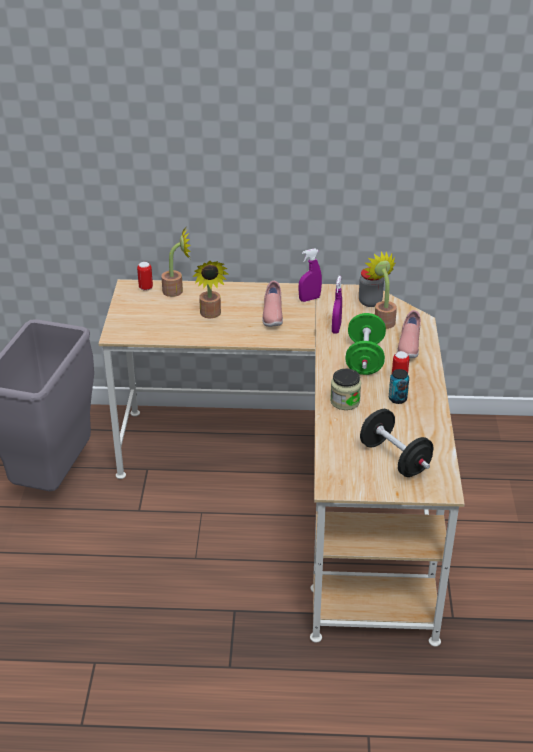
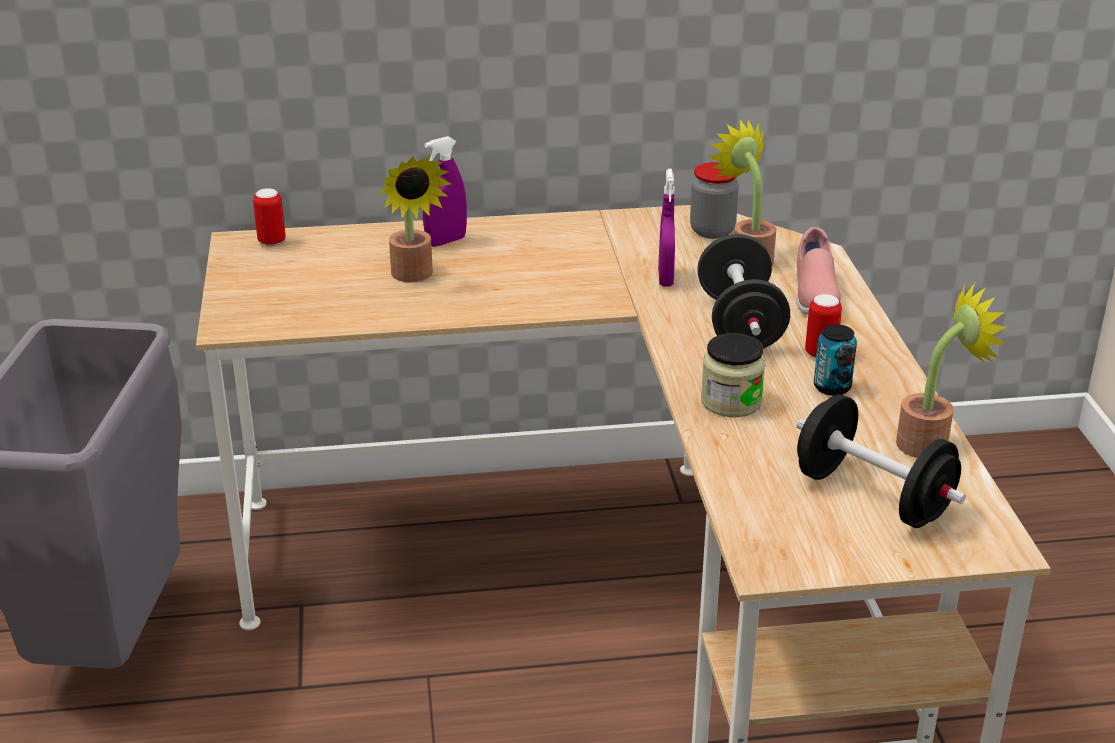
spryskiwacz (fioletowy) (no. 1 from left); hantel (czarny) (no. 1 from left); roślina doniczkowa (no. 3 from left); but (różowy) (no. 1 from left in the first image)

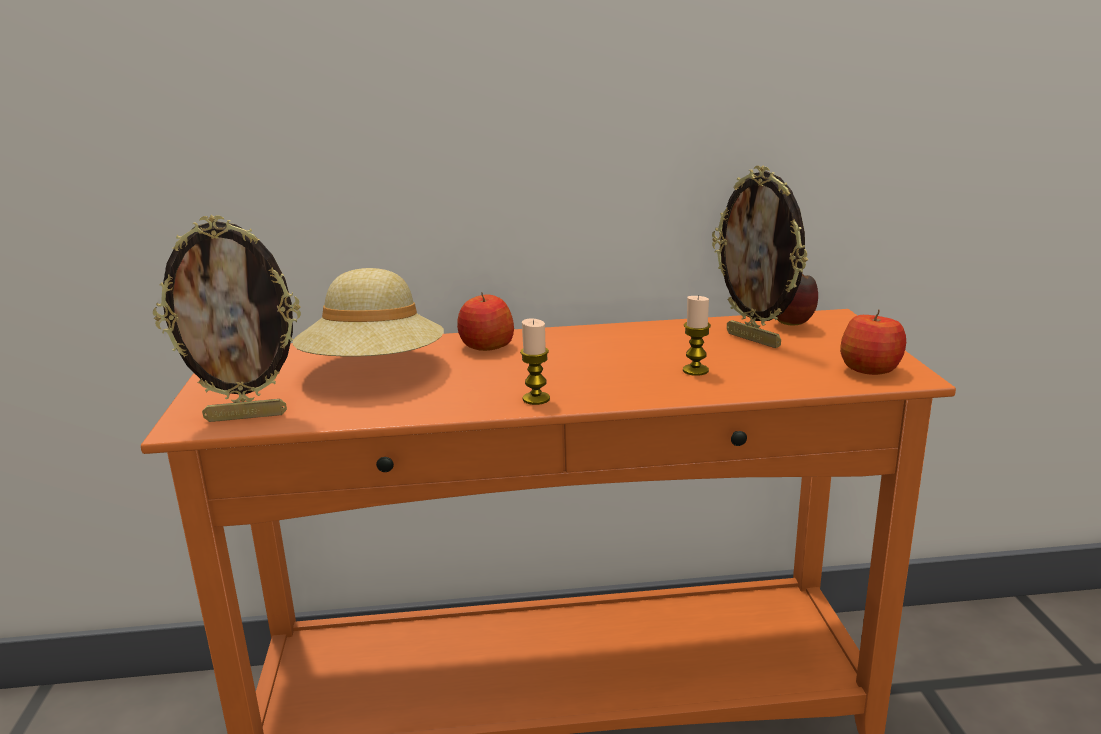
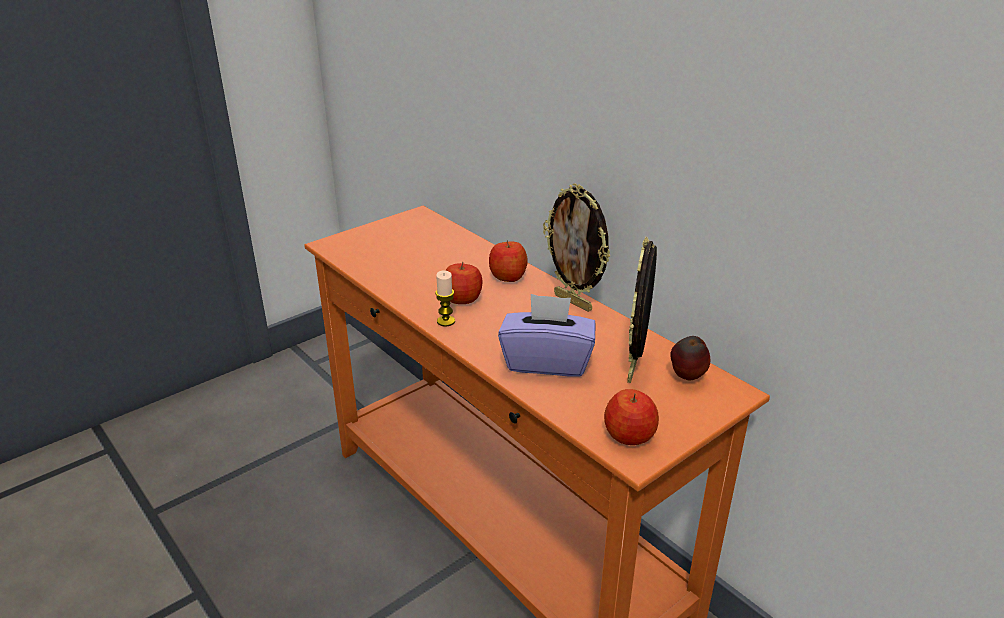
jabłko (no. 1 from left); pudełko chusteczek (fioletowy); ramka na zdjęcie (no. 1 from left); kapelusz (beżowy)

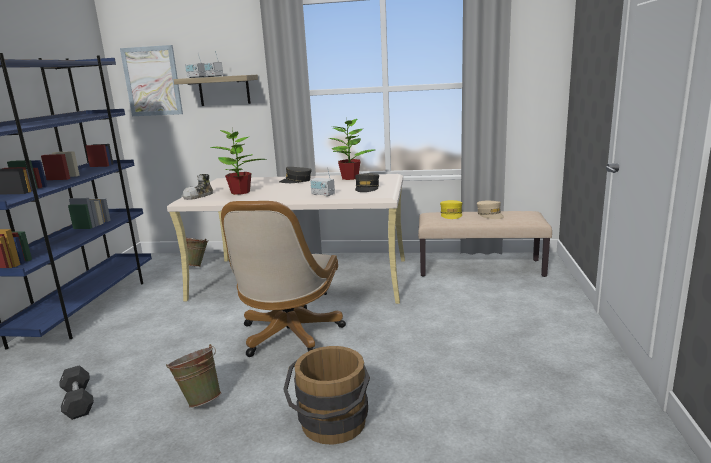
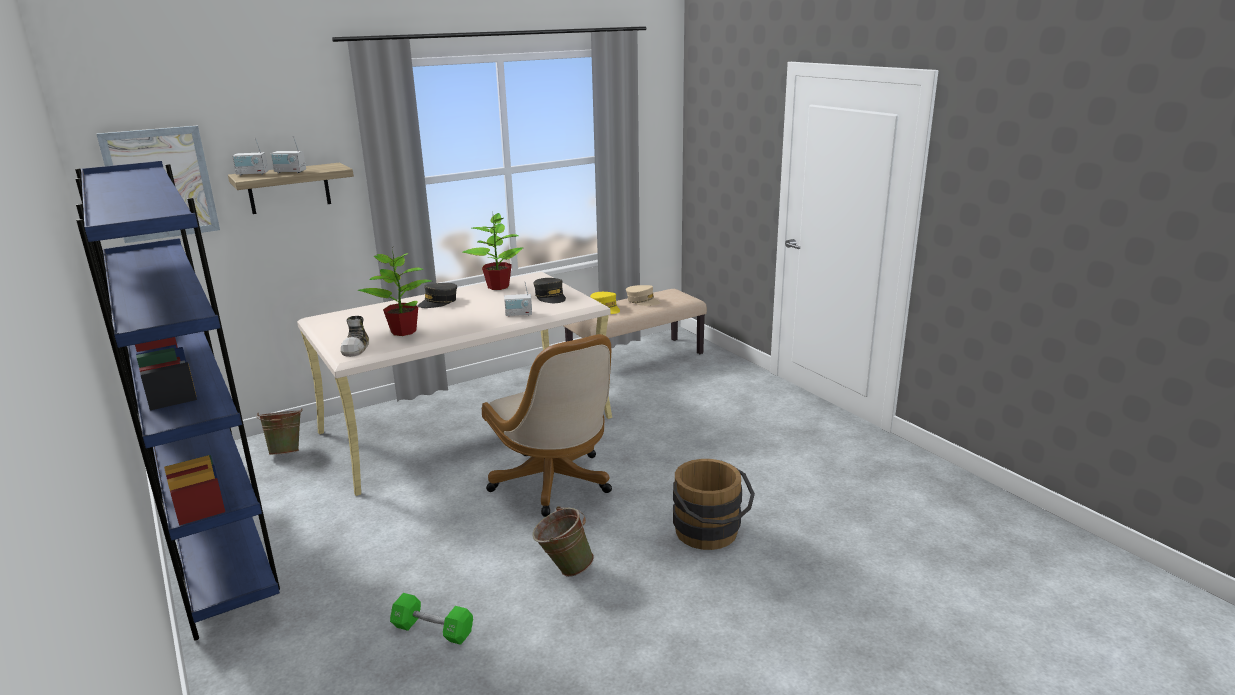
hantel (zielony)

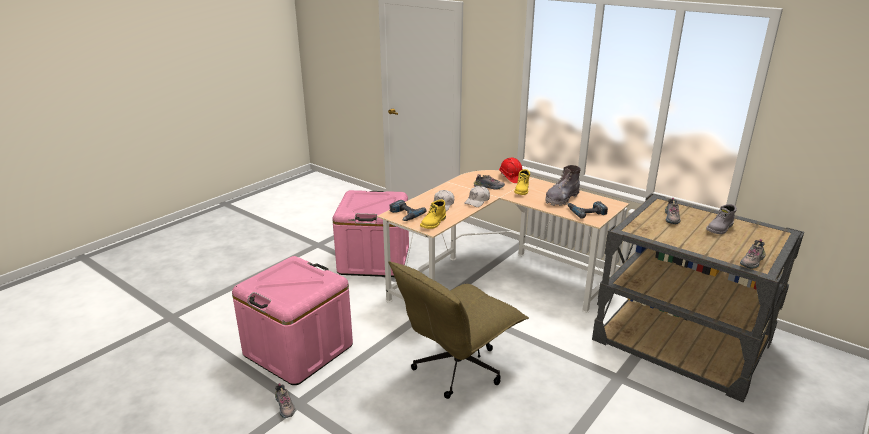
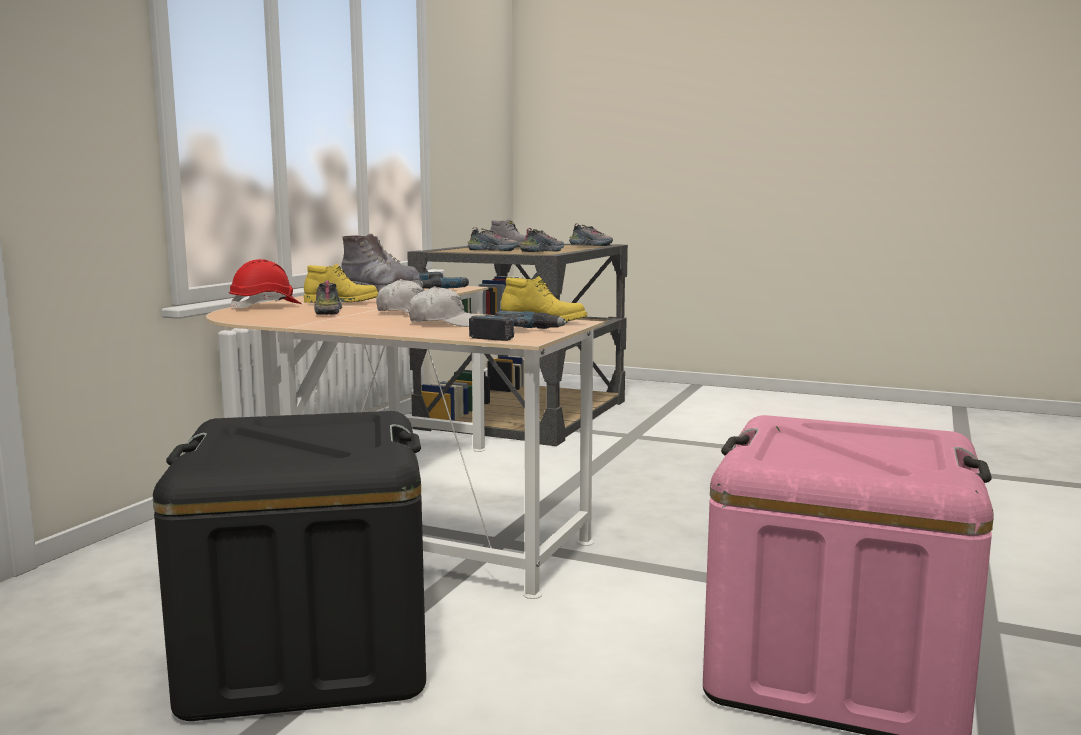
pojemnik do przechowywania (czarny); but (no. 3 from left); krzesło biurowe (beżowy)

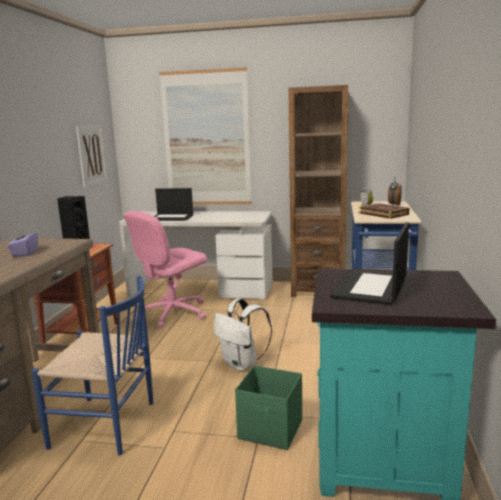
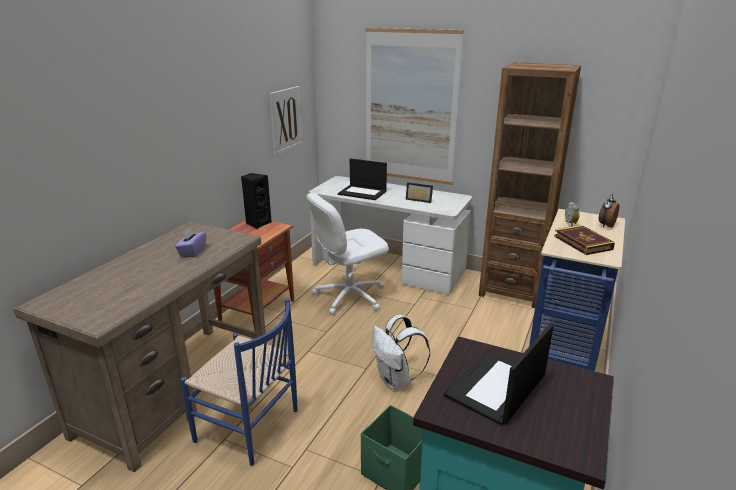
krzesło biurowe (biały); ramka na zdjęcie

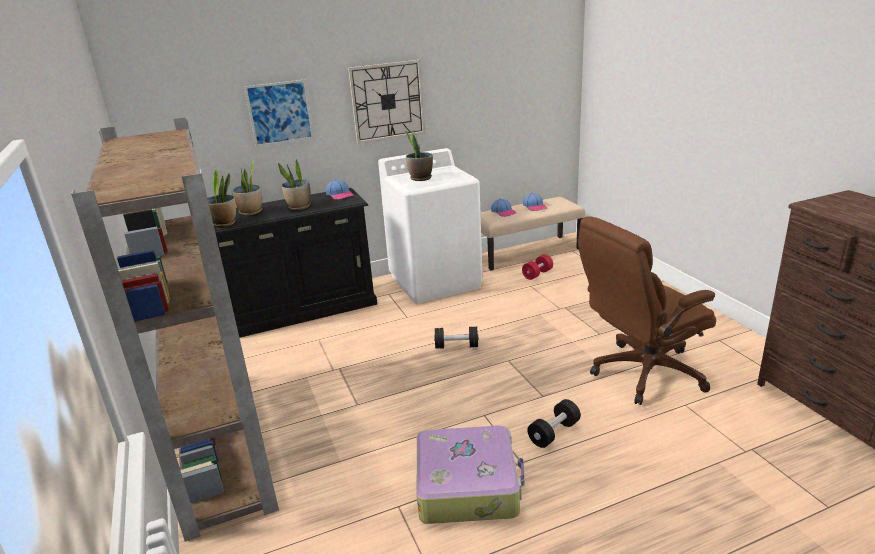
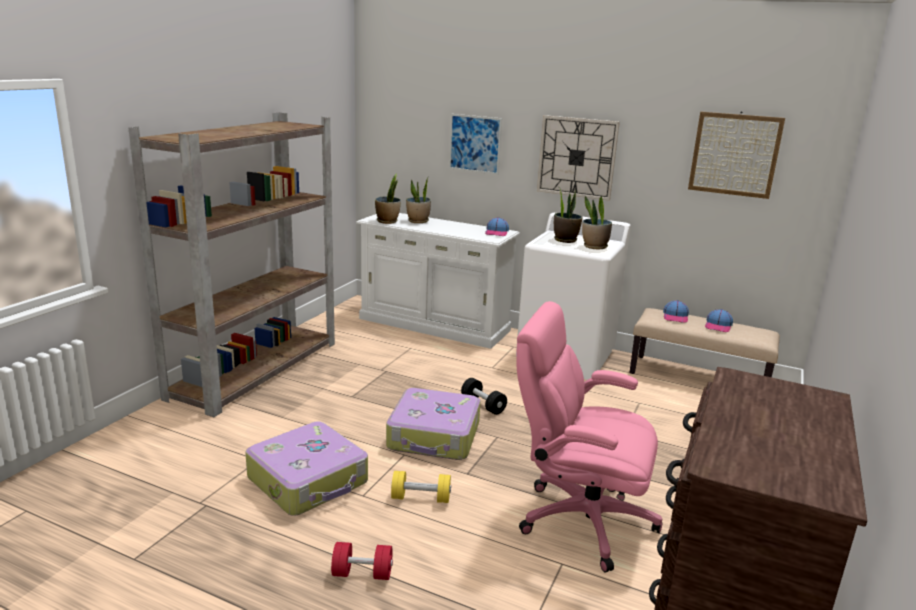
hantel (czerwony); szafka (biały); walizka (no. 2 from left); hantel (żółty); krzesło biurowe (różowy); roślina doniczkowa (no. 4 from left); obraz (no. 2 from left)

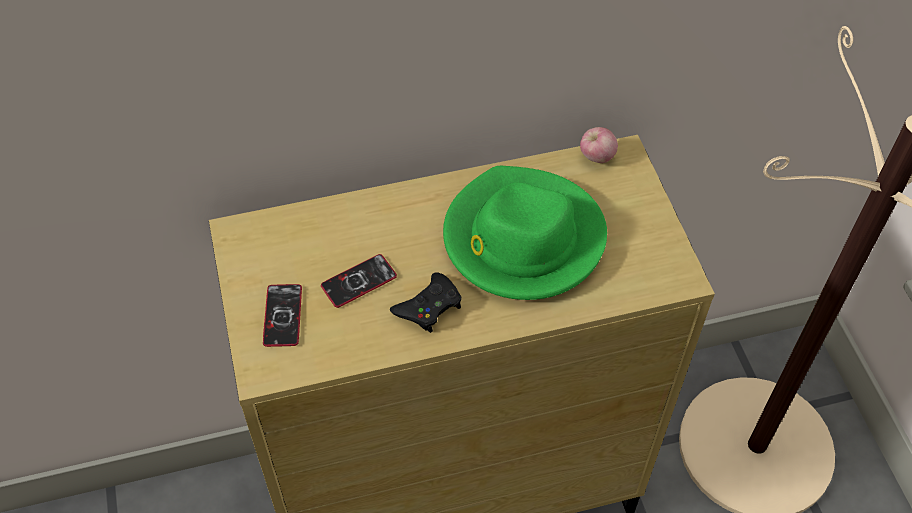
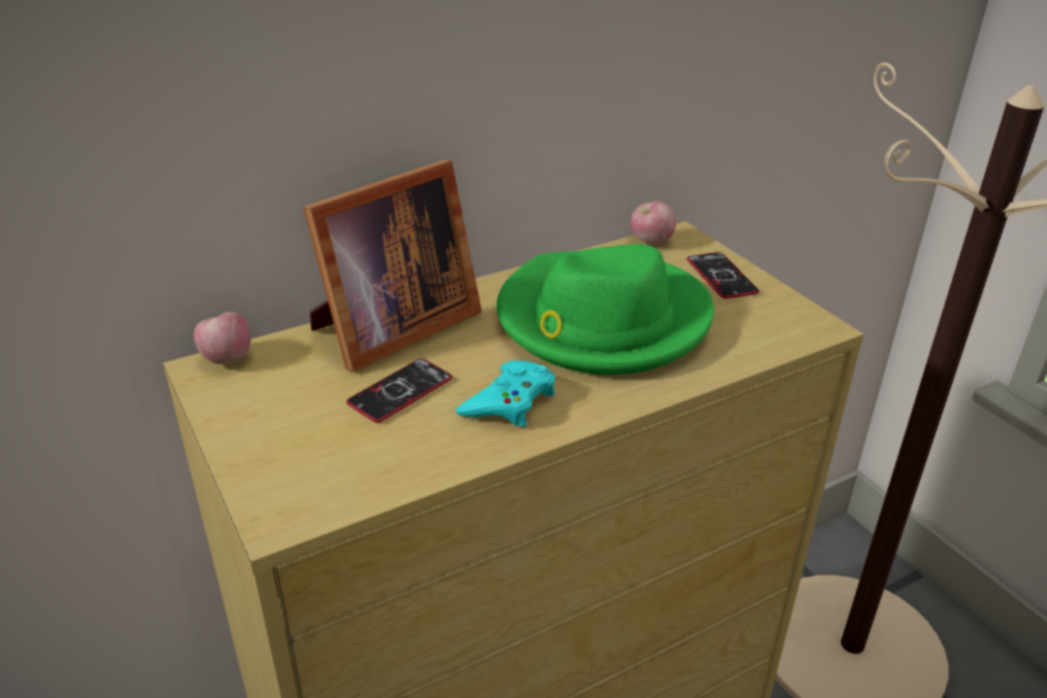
jabłko (no. 1 from left); ramka na zdjęcie; pad do gier (turkusowy); telefon (no. 2 from left)

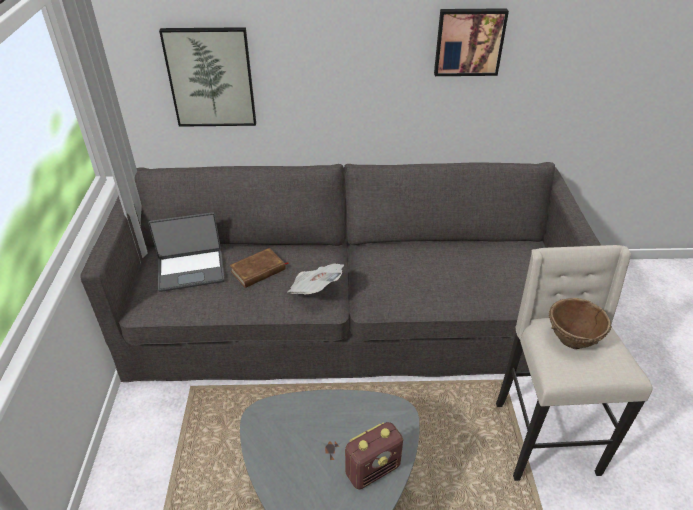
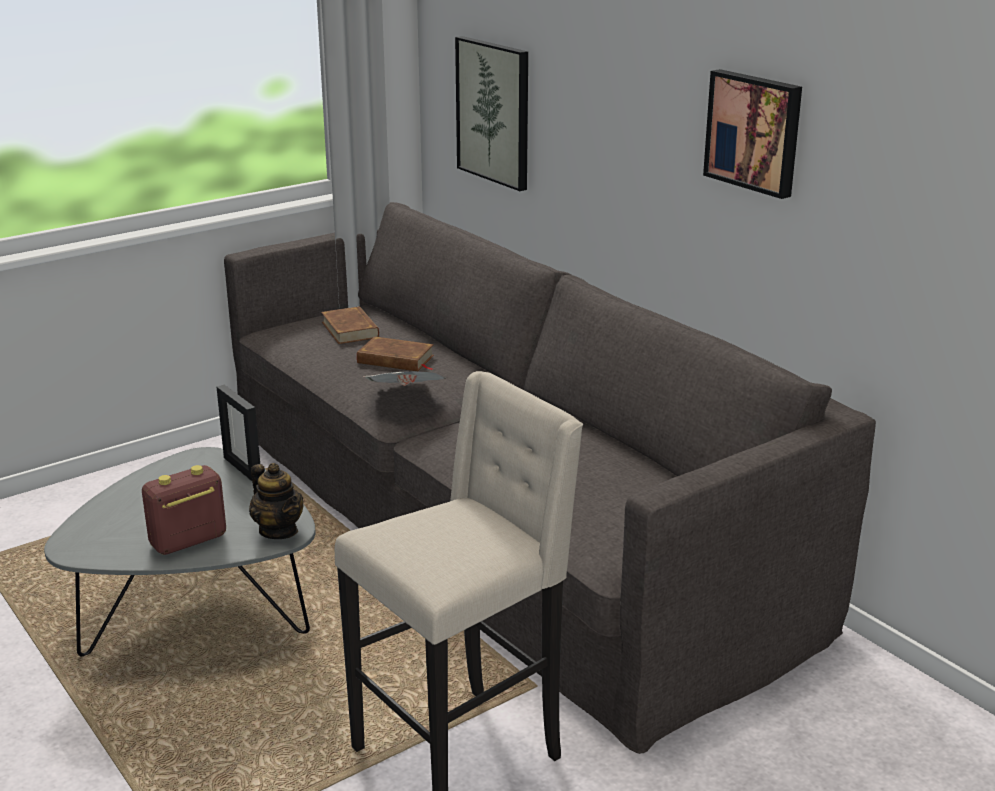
radio; ramka na zdjęcie; imbryk; książka (brązowy) (no. 1 from left); miska (brązowy)

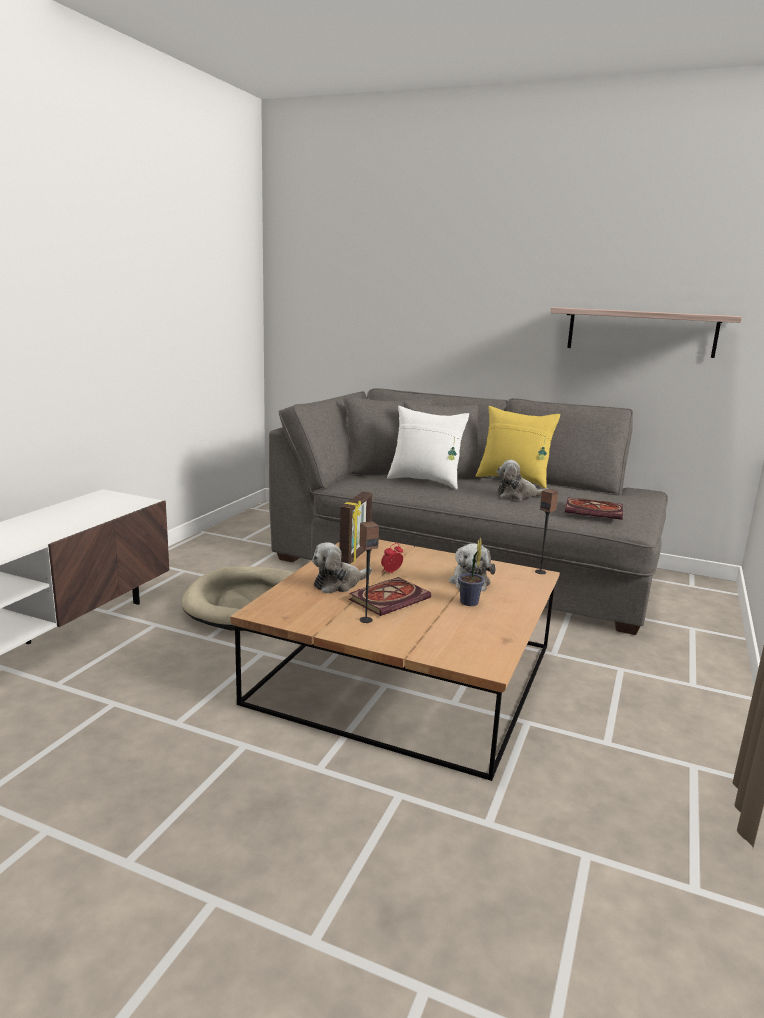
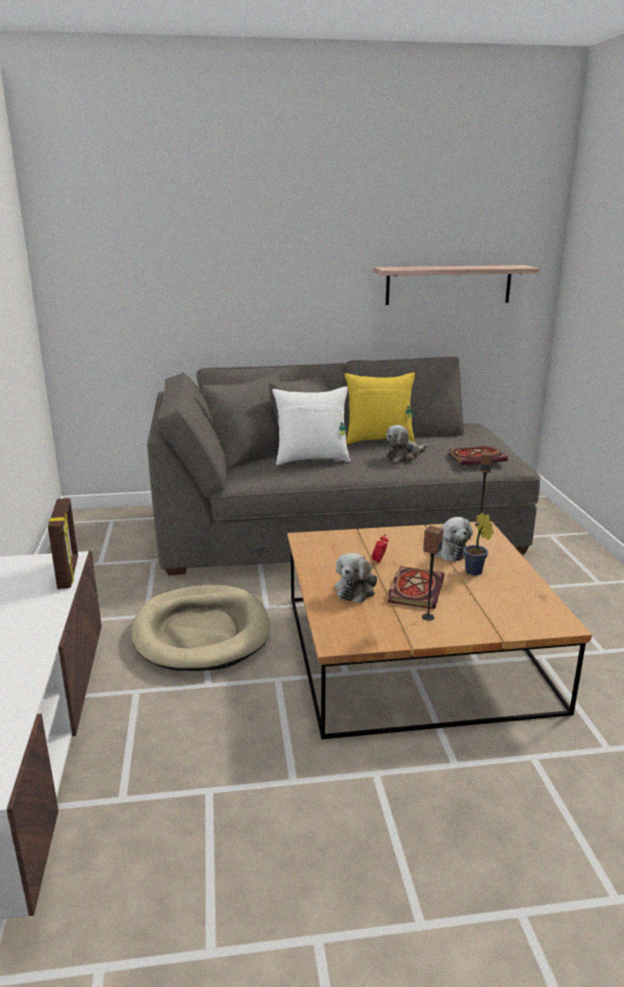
ramka na zdjęcie

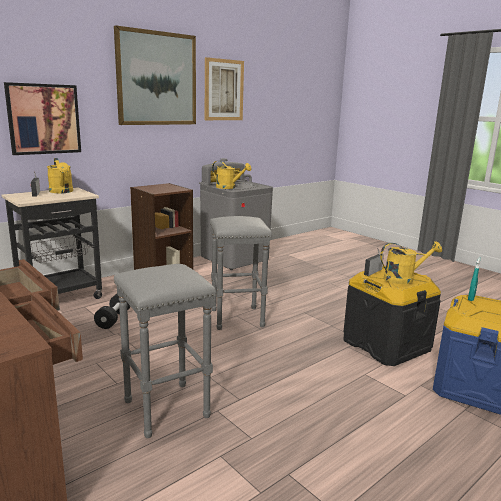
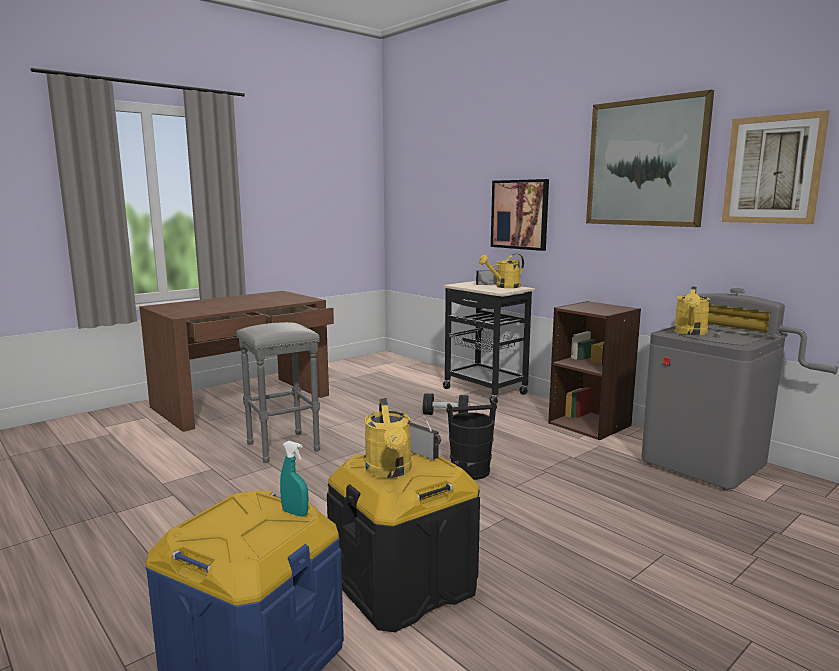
wiadro (czarny)

